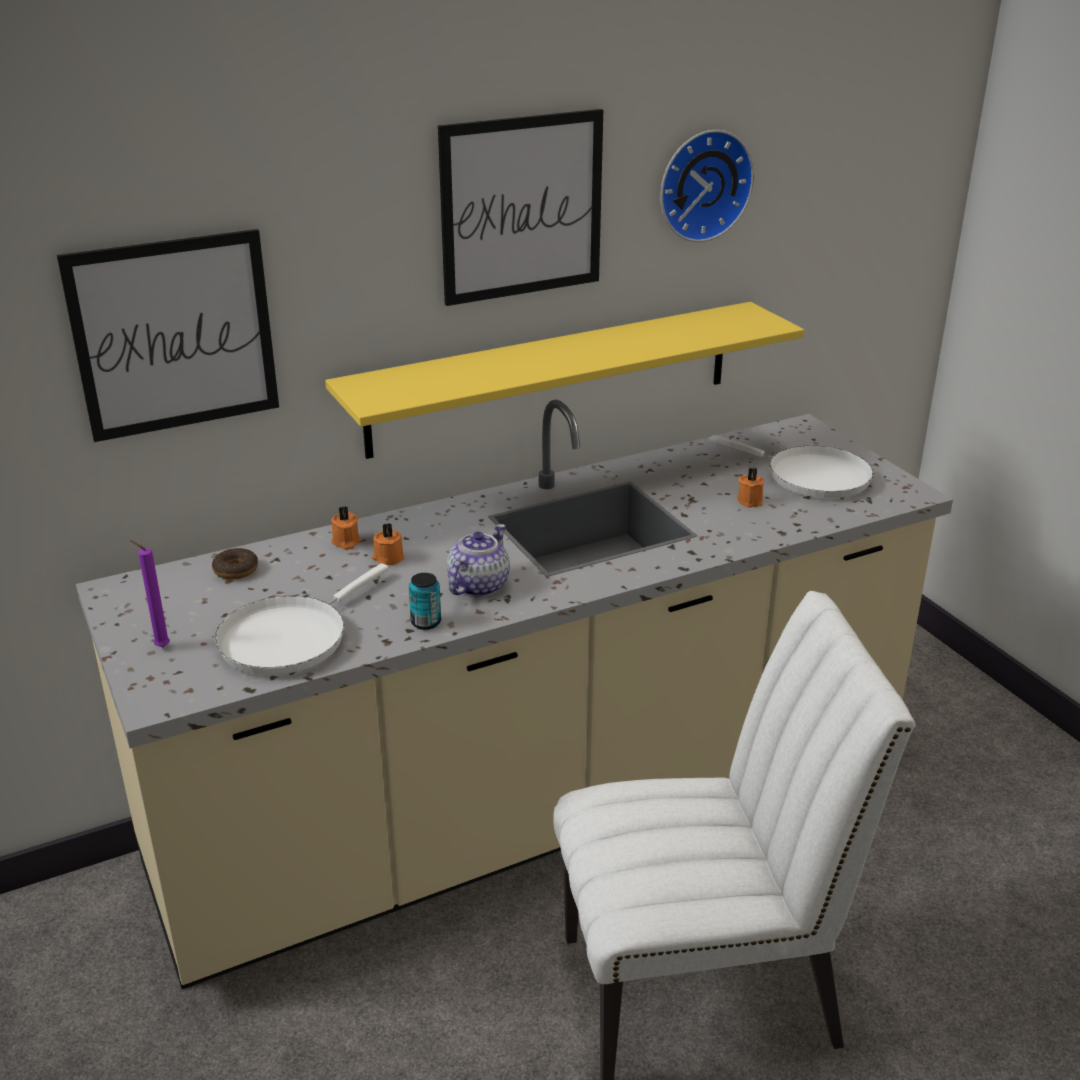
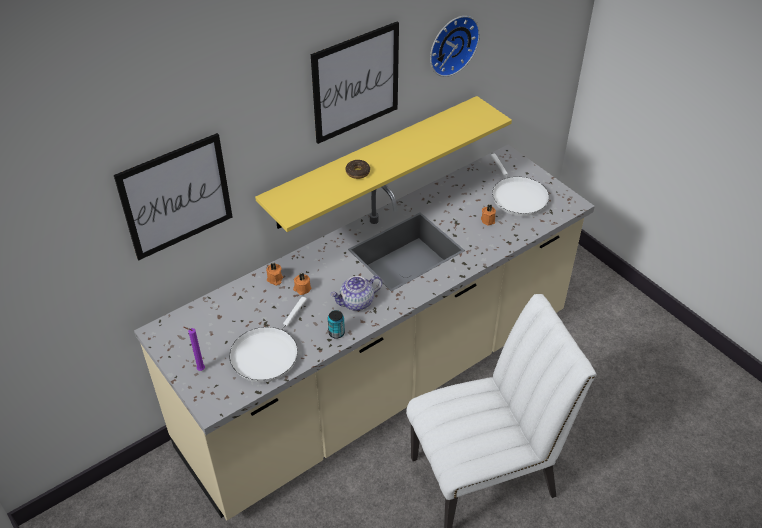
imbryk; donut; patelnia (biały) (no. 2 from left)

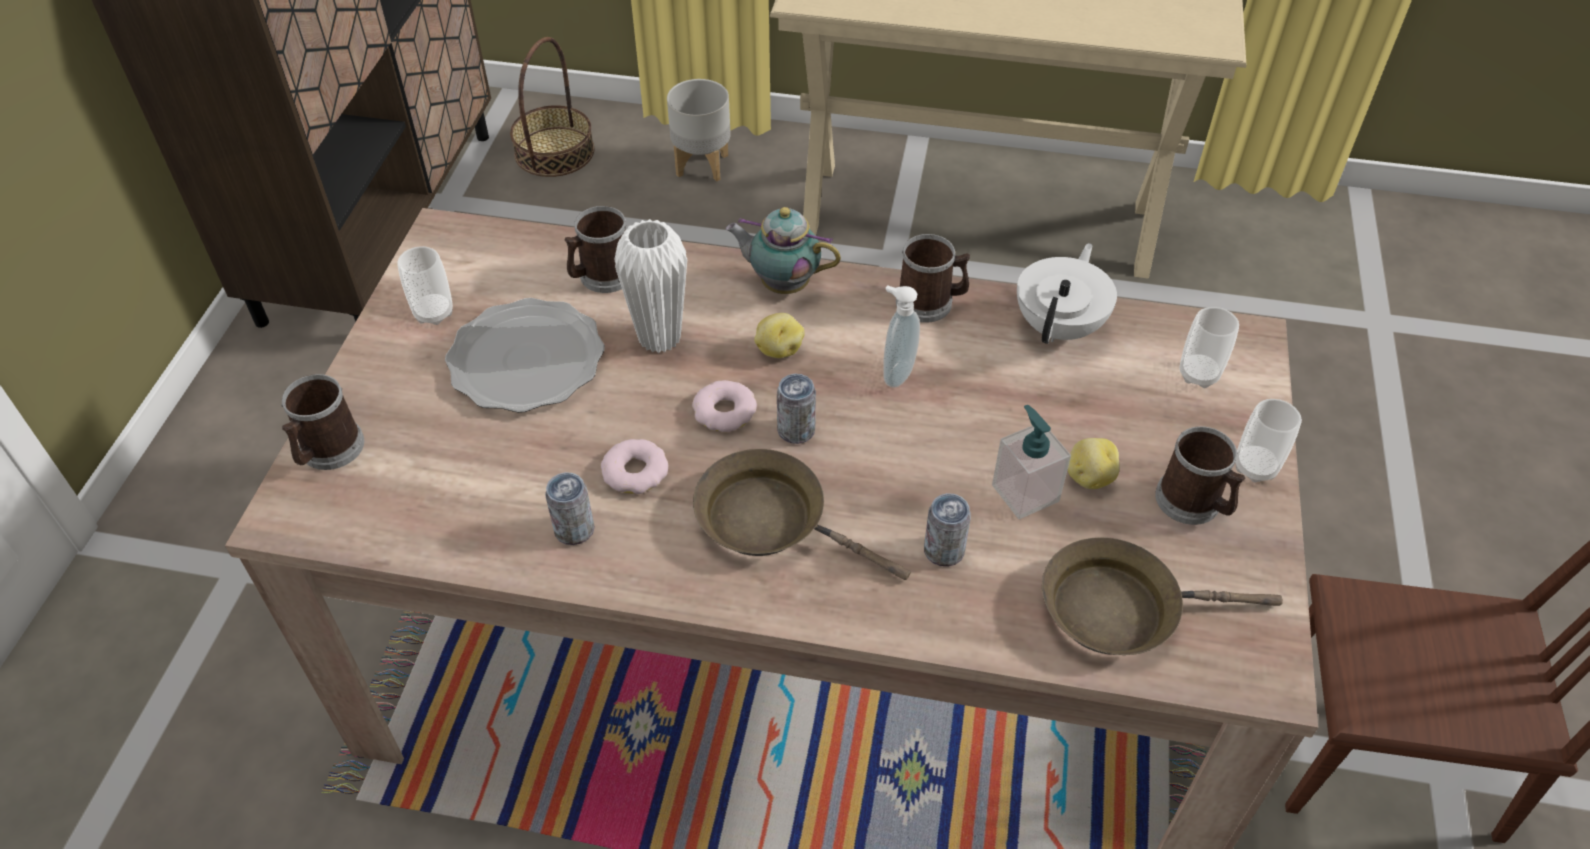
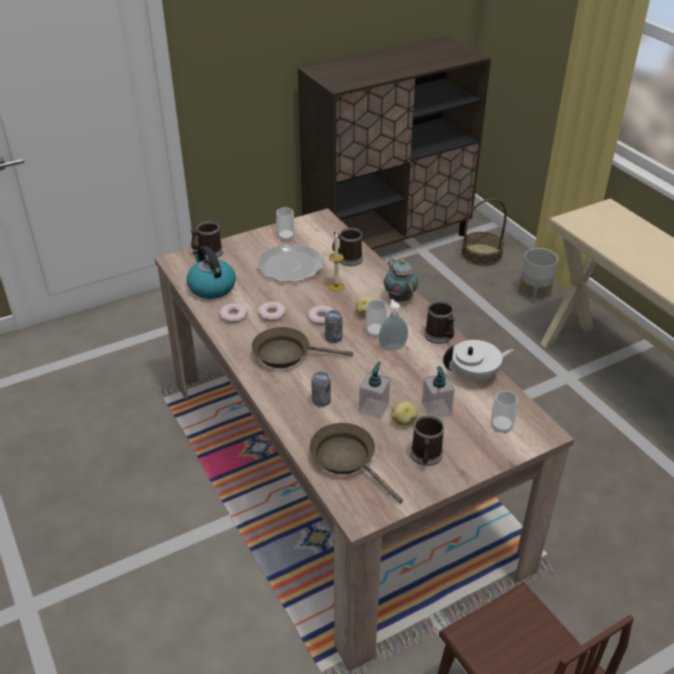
czajnik; donut (no. 1 from left); patelnia (brązowy) (no. 1 from left); świeca; filiżanka (no. 2 from left); dozownik mydła (no. 3 from left)

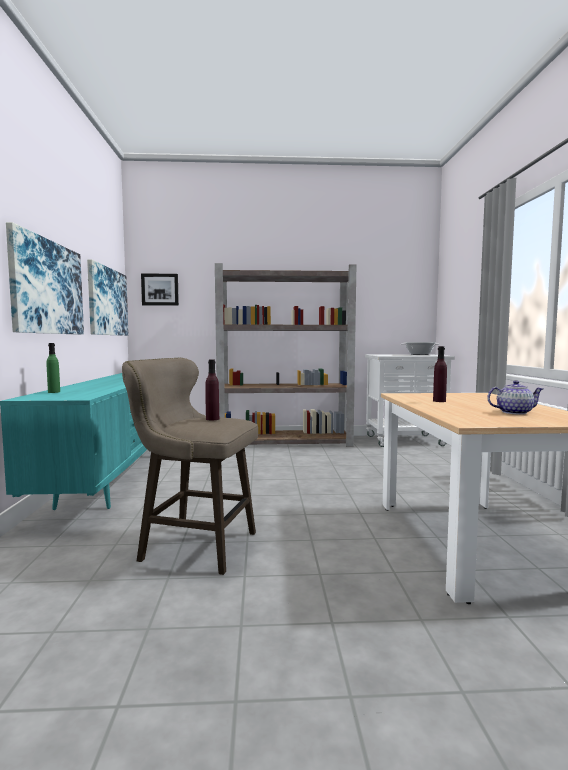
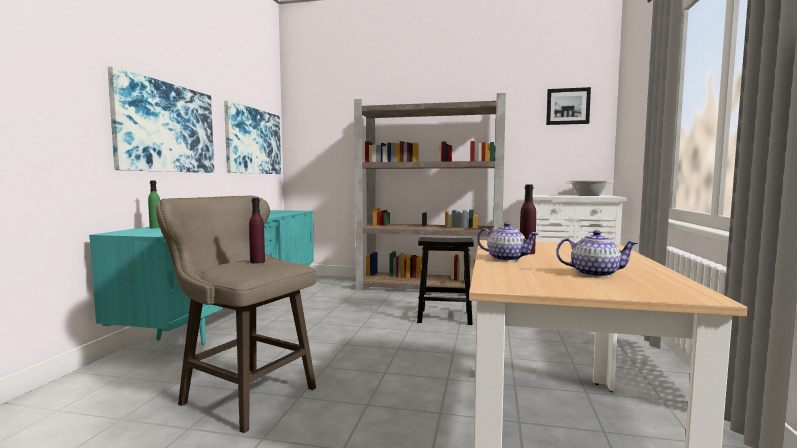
stołek (czarny); imbryk (no. 1 from left); obraz (no. 3 from left)

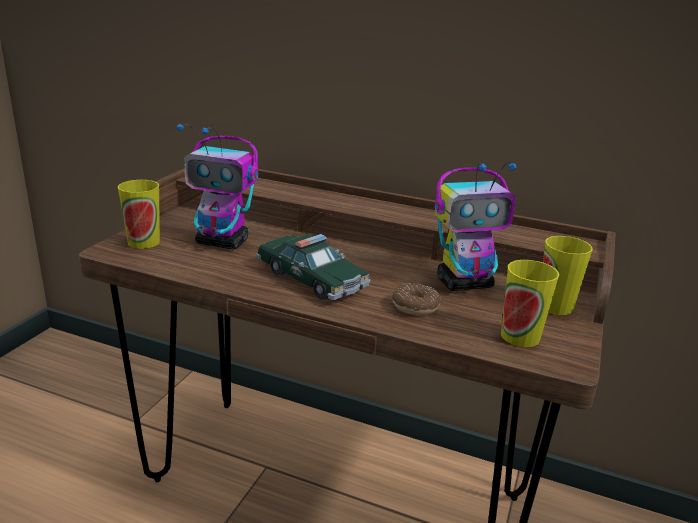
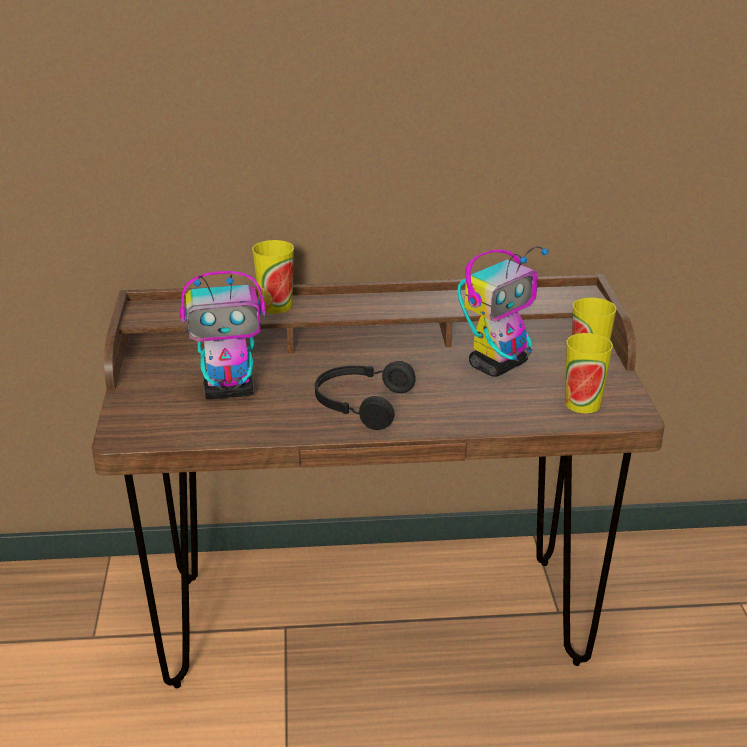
filiżanka (no. 1 from left); słuchawki (czarny); donut

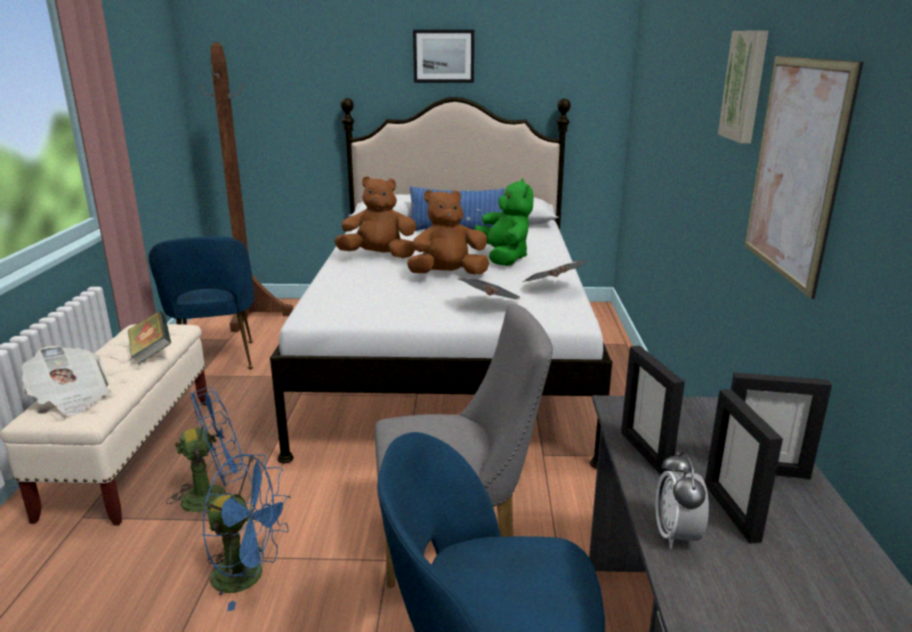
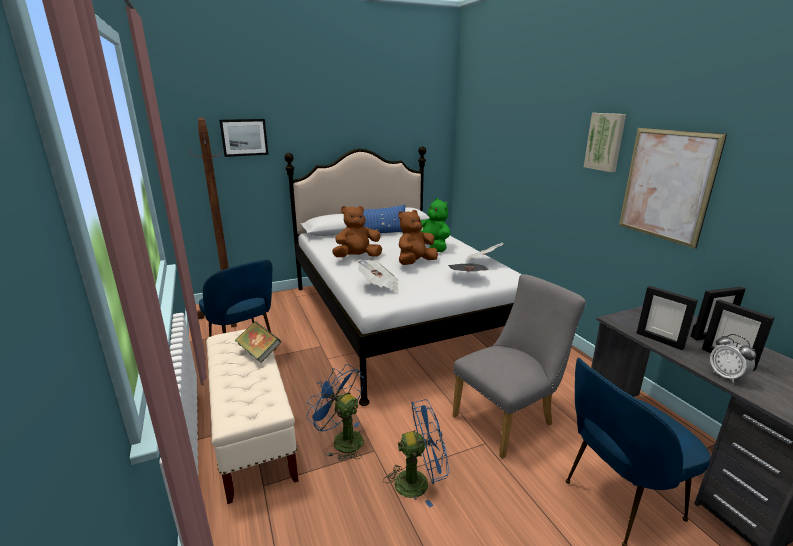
obraz (no. 1 from left); wentylator (niebieski) (no. 1 from left); gazeta (no. 1 from left)

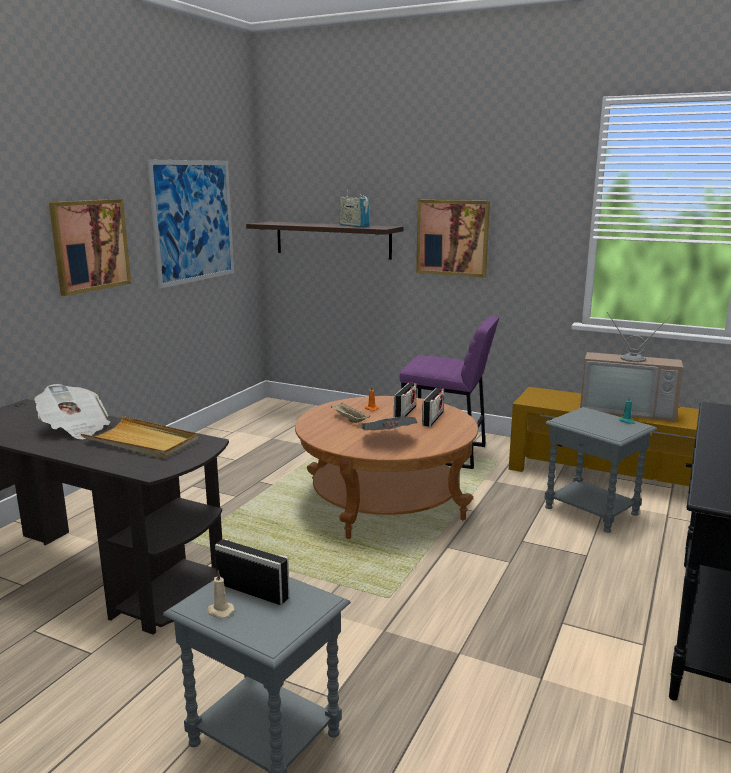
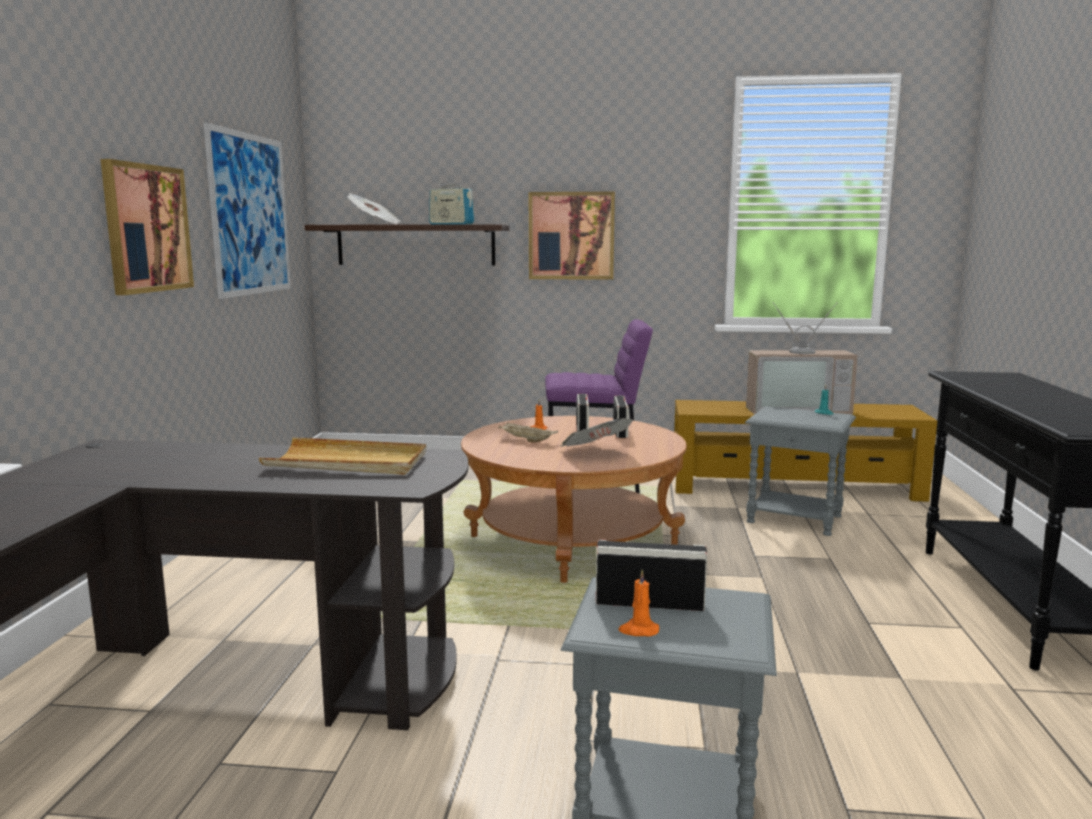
gazeta (no. 1 from left); świeca (pomarańczowy) (no. 2 from left)

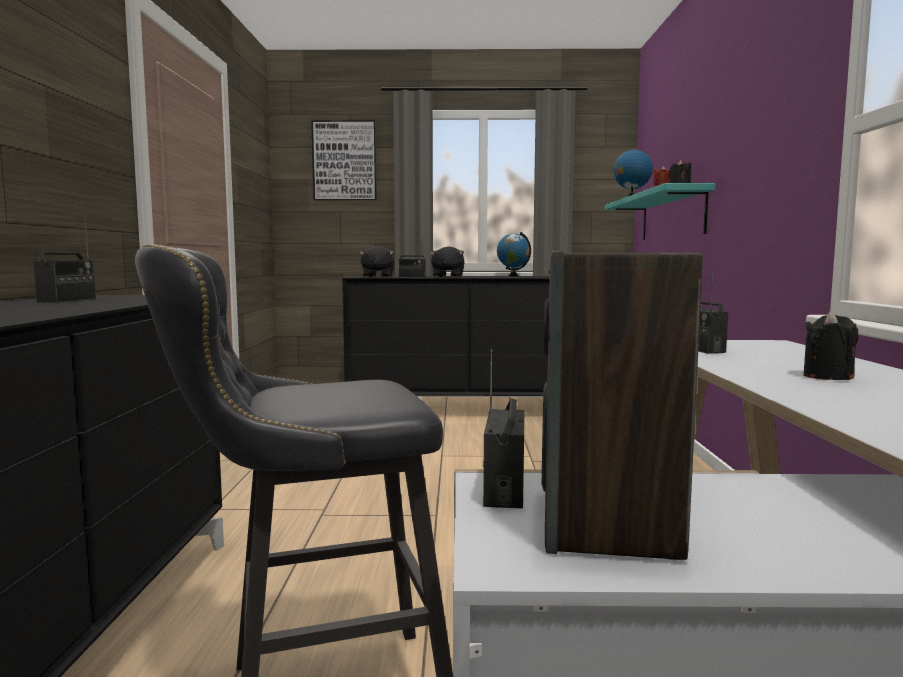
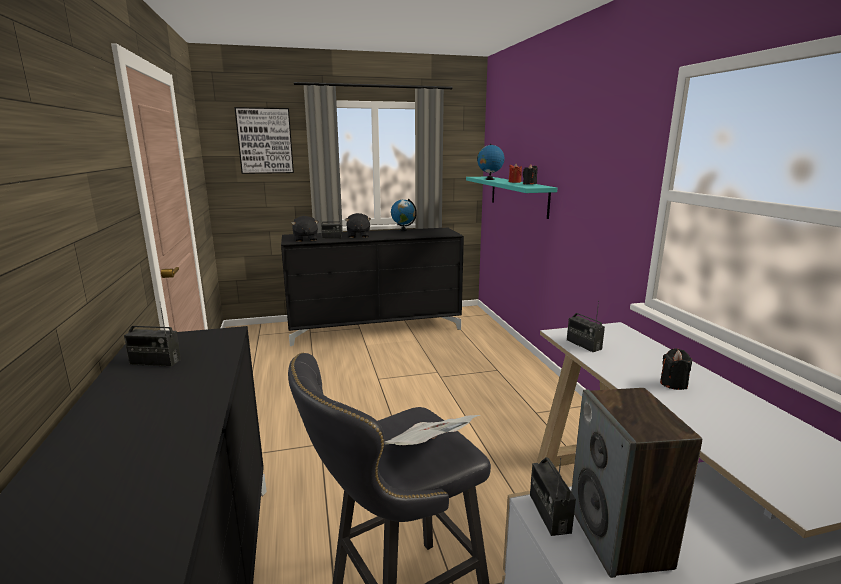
radio (no. 1 from left); gazeta

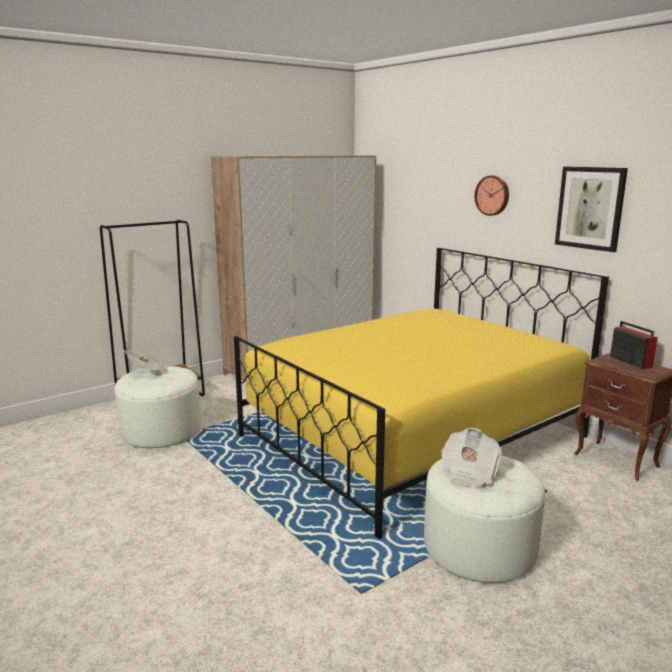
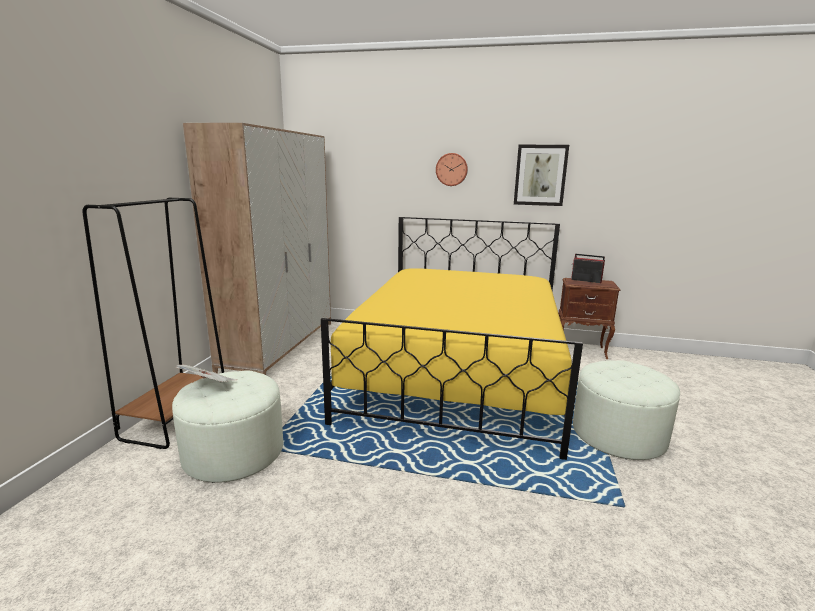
gazeta (no. 2 from left in the first image)

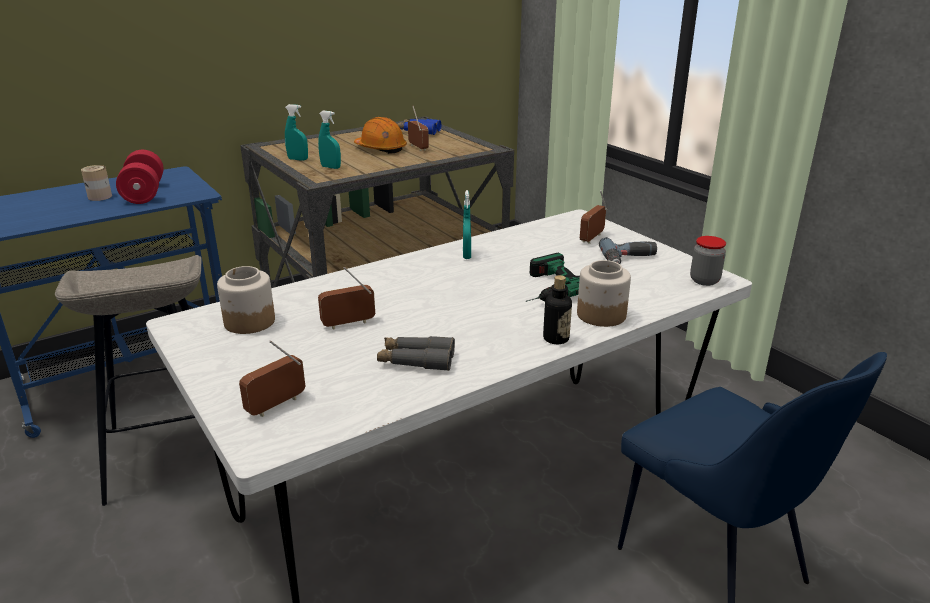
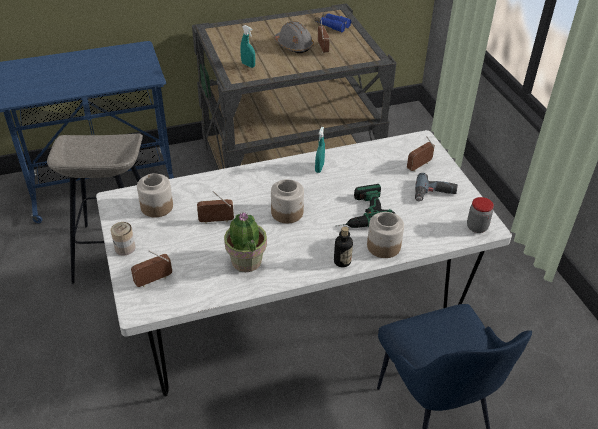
puszka; roślina doniczkowa; słoik (no. 2 from left); kask (szary); hantel (czerwony); spryskiwacz (turkusowy) (no. 1 from left in the first image)

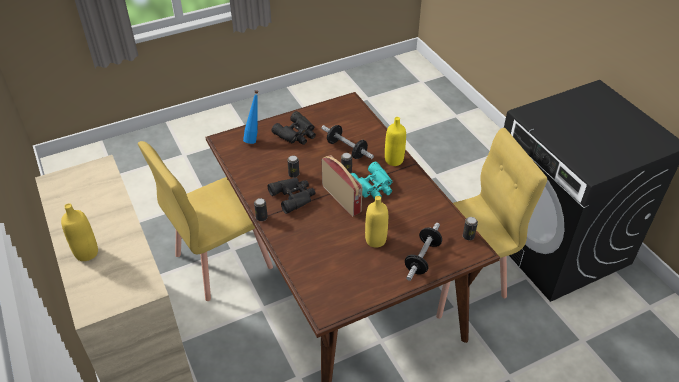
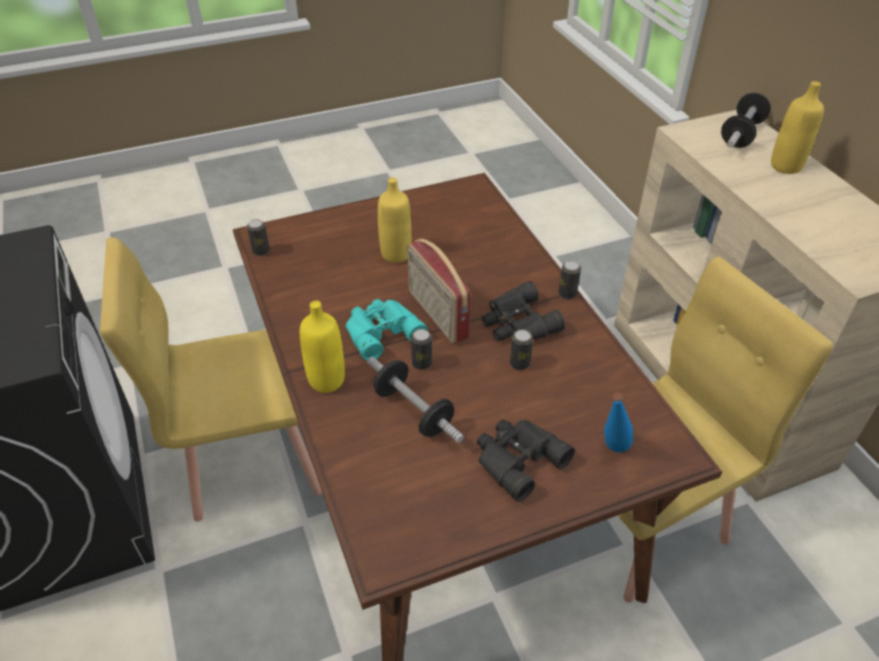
hantel (no. 2 from left)

